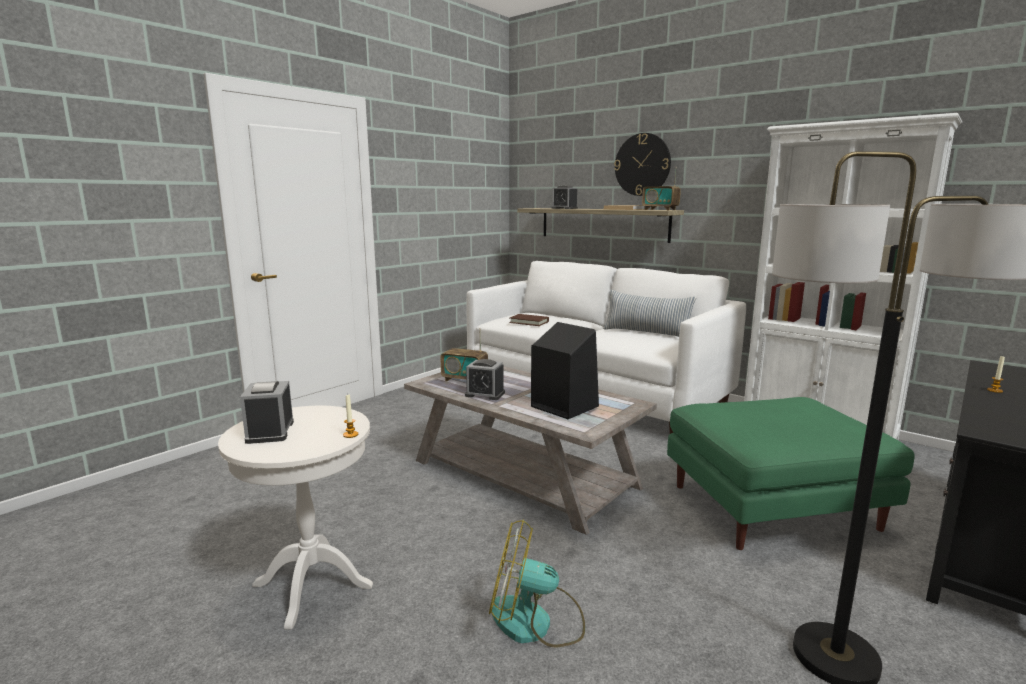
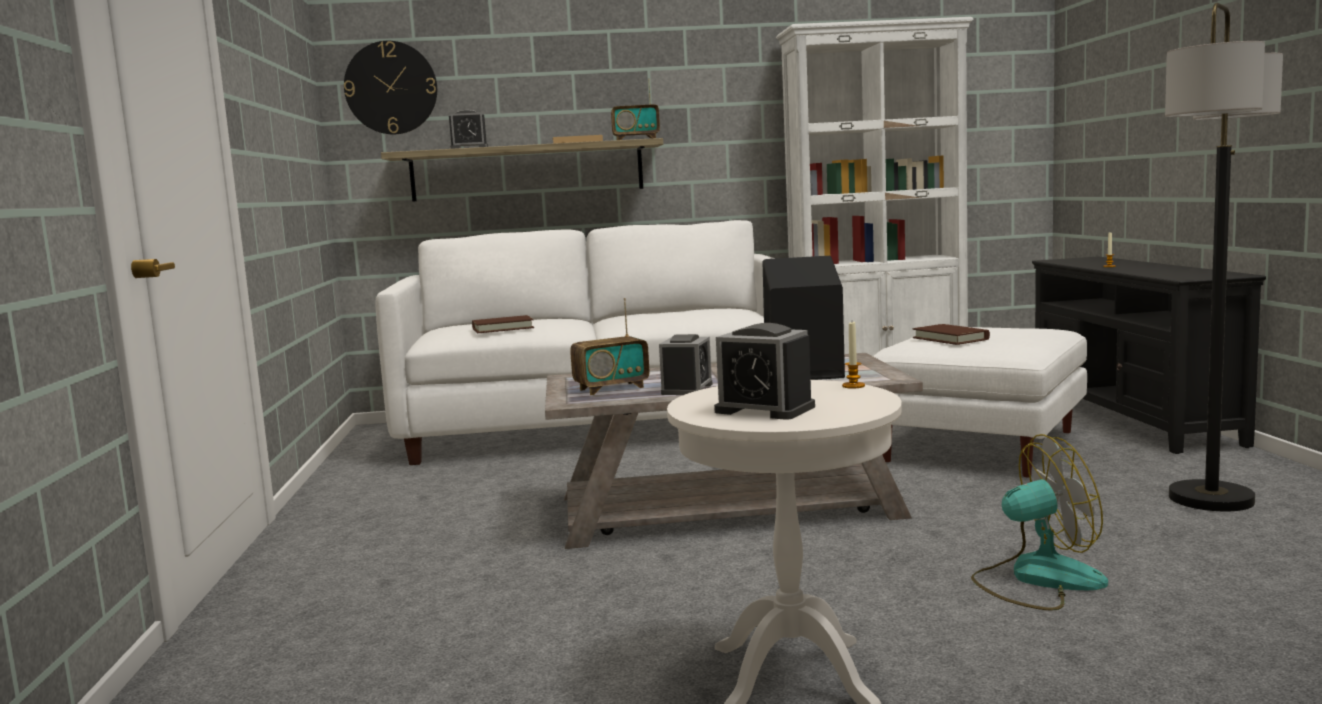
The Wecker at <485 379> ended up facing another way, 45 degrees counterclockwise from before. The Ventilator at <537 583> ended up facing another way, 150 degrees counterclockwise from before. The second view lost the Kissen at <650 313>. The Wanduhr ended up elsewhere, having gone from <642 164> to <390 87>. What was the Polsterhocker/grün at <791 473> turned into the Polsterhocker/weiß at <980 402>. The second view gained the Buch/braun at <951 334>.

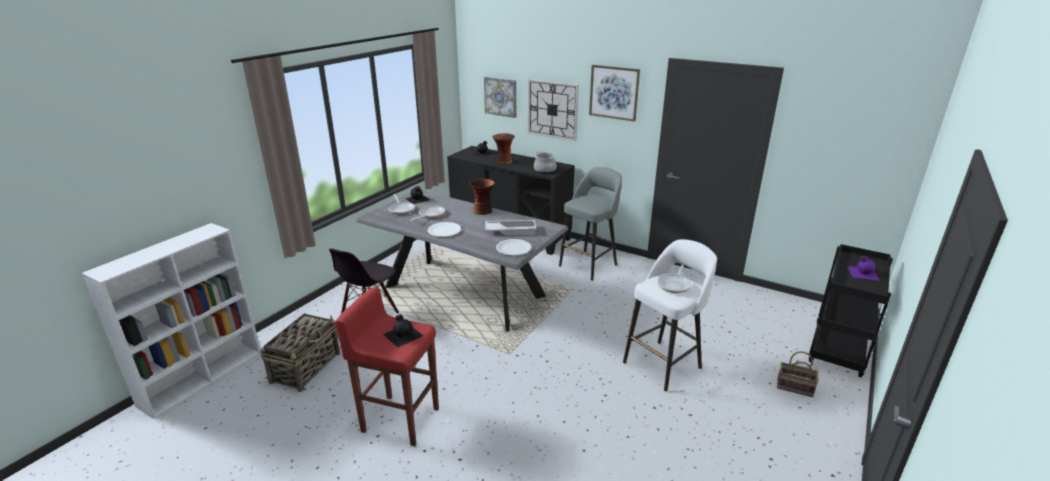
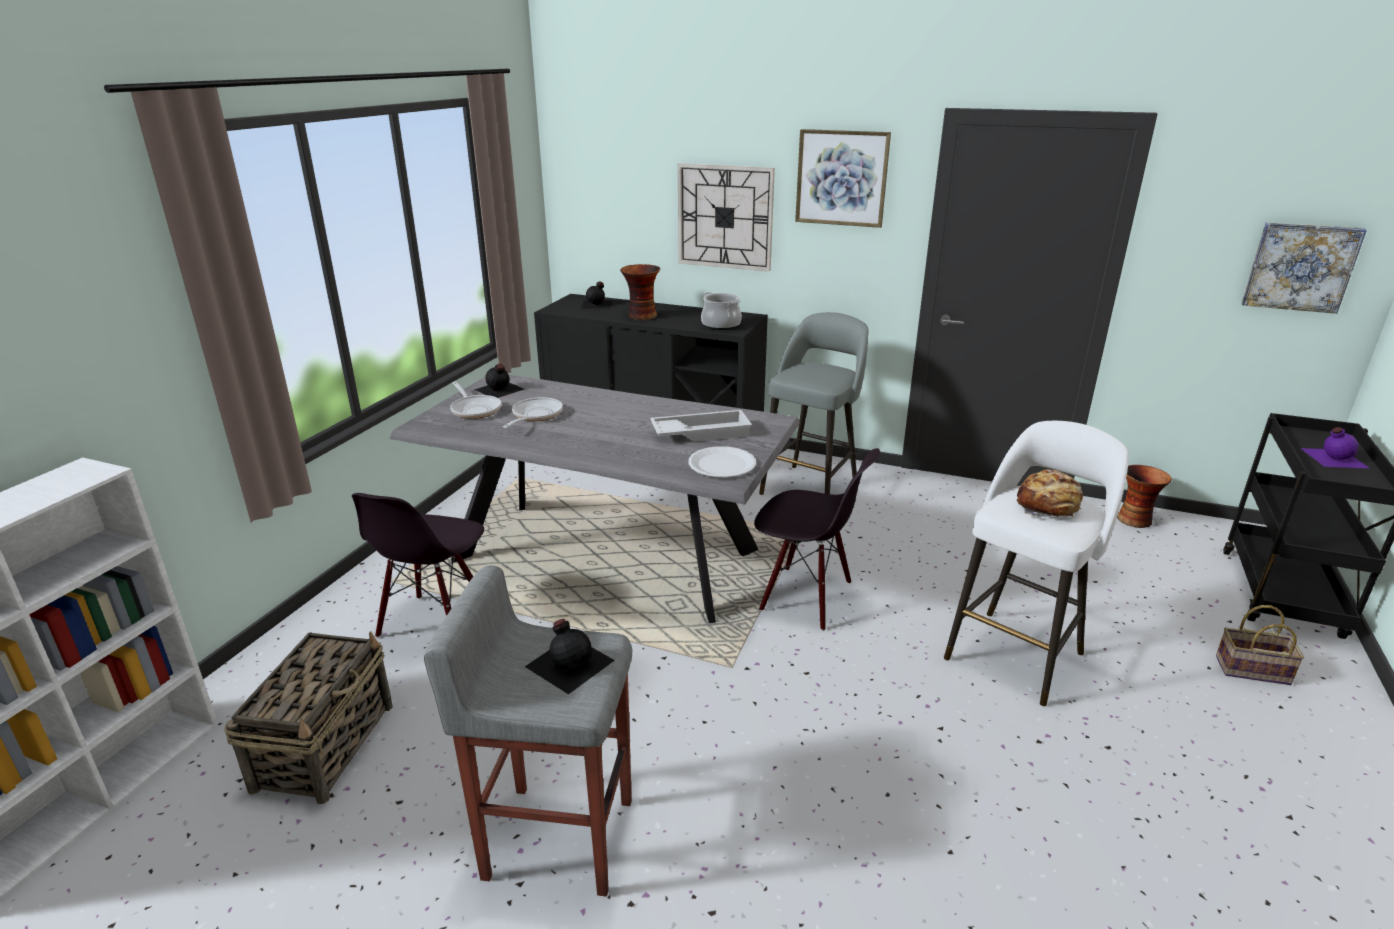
What was the Hocker/rot at <387 366> turned into the Hocker/grau at <528 731>. The second view lost the Teller/weiß at <444 229>. The Vase ended up elsewhere, having gone from <482 196> to <1144 496>. The Bild ended up elsewhere, having gone from <500 97> to <1304 268>. Where the Pfanne stood at <674 278>, the Brot came to stand at <1050 493>. The second view gained the Stuhl/schwarz at <817 539>.

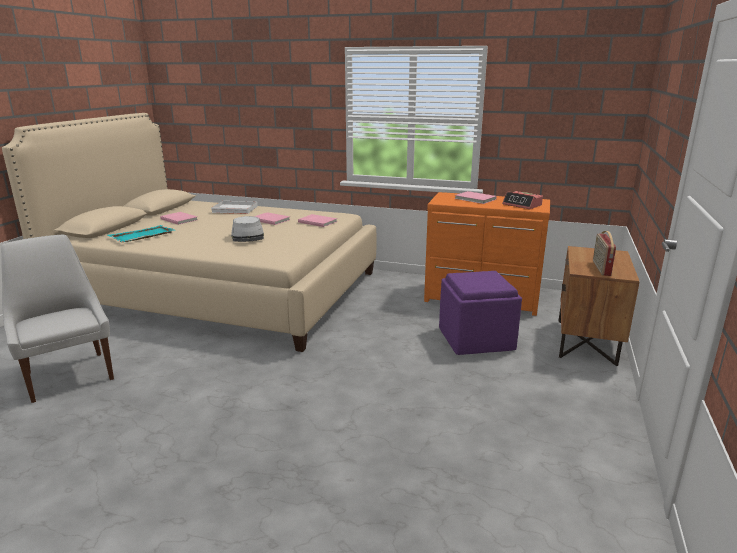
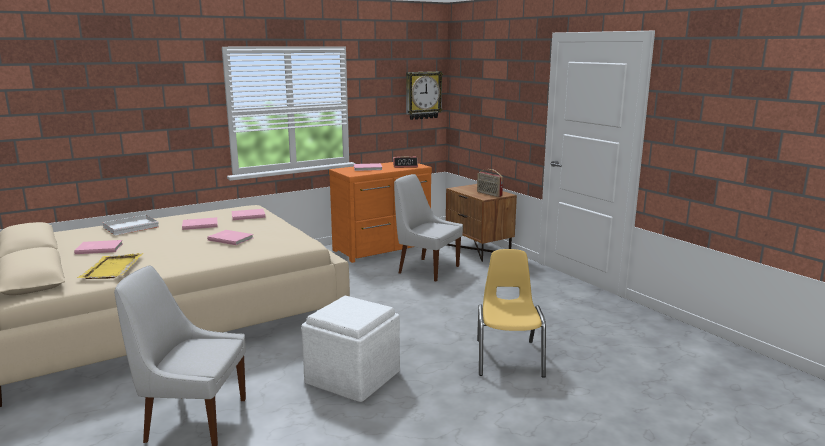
What was the Tablett/türkis at <141 233> turned into the Tablett/gelb at <110 266>. Where the Hut/grau stood at <247 229>, the Buch/rosa came to stand at <230 237>. Where the Polsterhocker/lila stood at <480 313>, the Stuhl/weiß came to stand at <428 228>. The second view gained the Polsterhocker/weiß at <350 349>. The second view gained the Wanduhr at <424 95>. The second view gained the Stuhl/gelb at <511 313>.

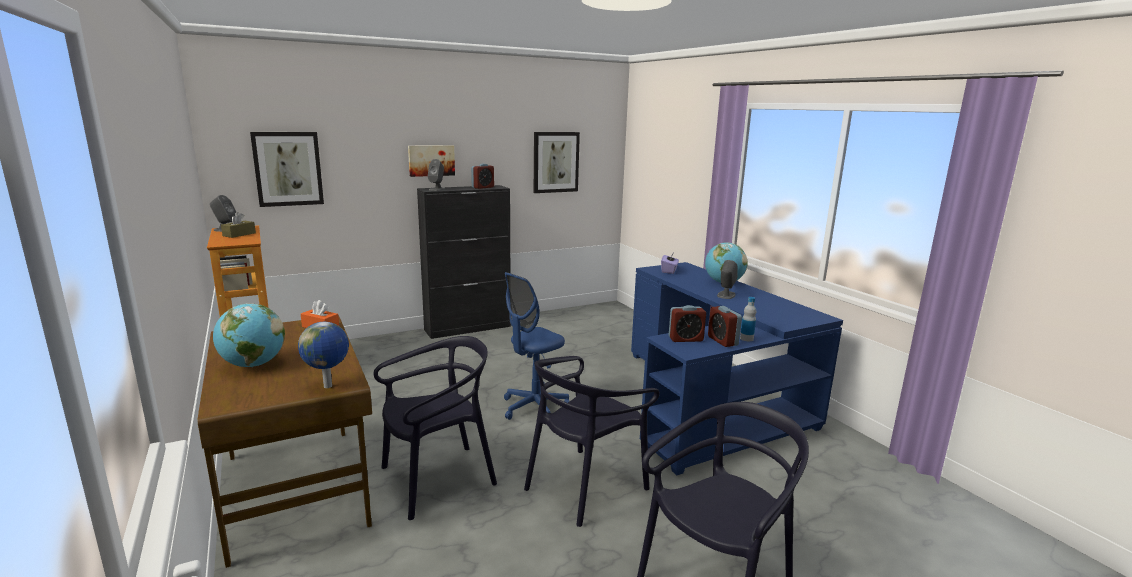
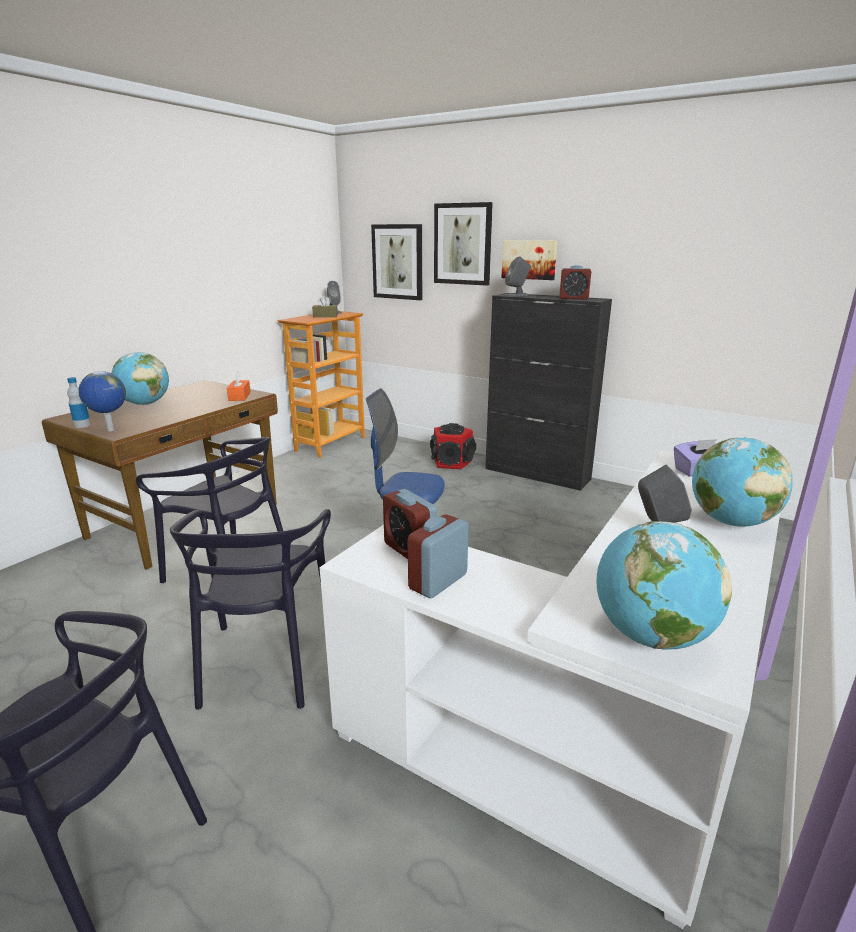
The Stuhl/schwarz at <592 441> ended up facing another way, 105 degrees counterclockwise from before. The Bild ended up elsewhere, having gone from <557 162> to <463 244>. What was the Schreibtisch/blau at <737 368> turned into the Schreibtisch/weiß at <549 690>. The Flasche ended up elsewhere, having gone from <748 319> to <79 402>. The second view gained the Lautsprecher at <453 446>. The second view gained the Globus at <664 585>.

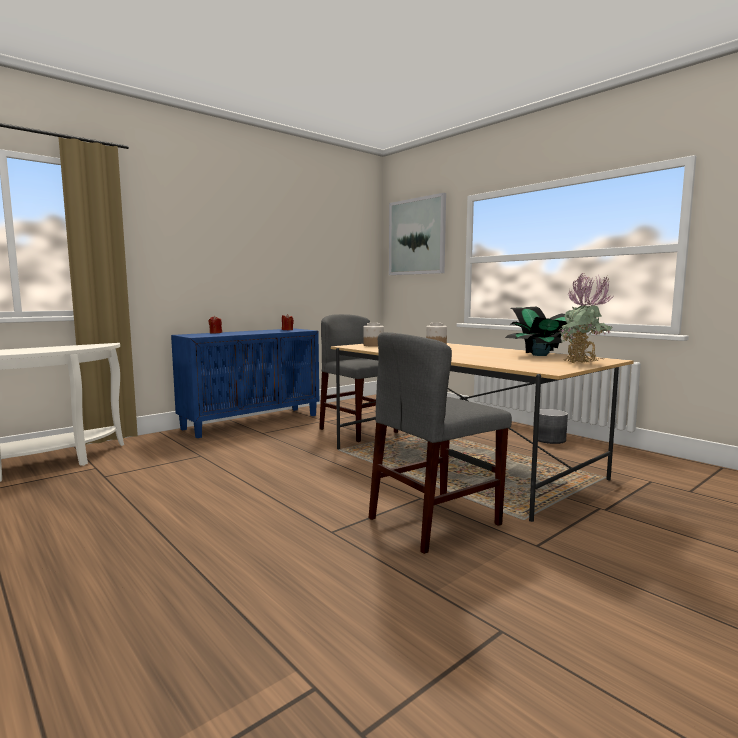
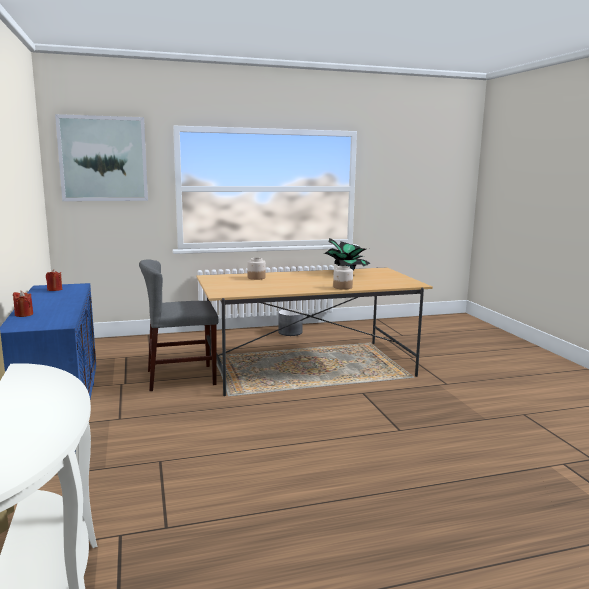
The Vorratsglas ended up elsewhere, having gone from <373 335> to <343 278>. The second view lost the Stuhl/grau at <440 443>. The second view lost the Topfpflanze at <586 318>.

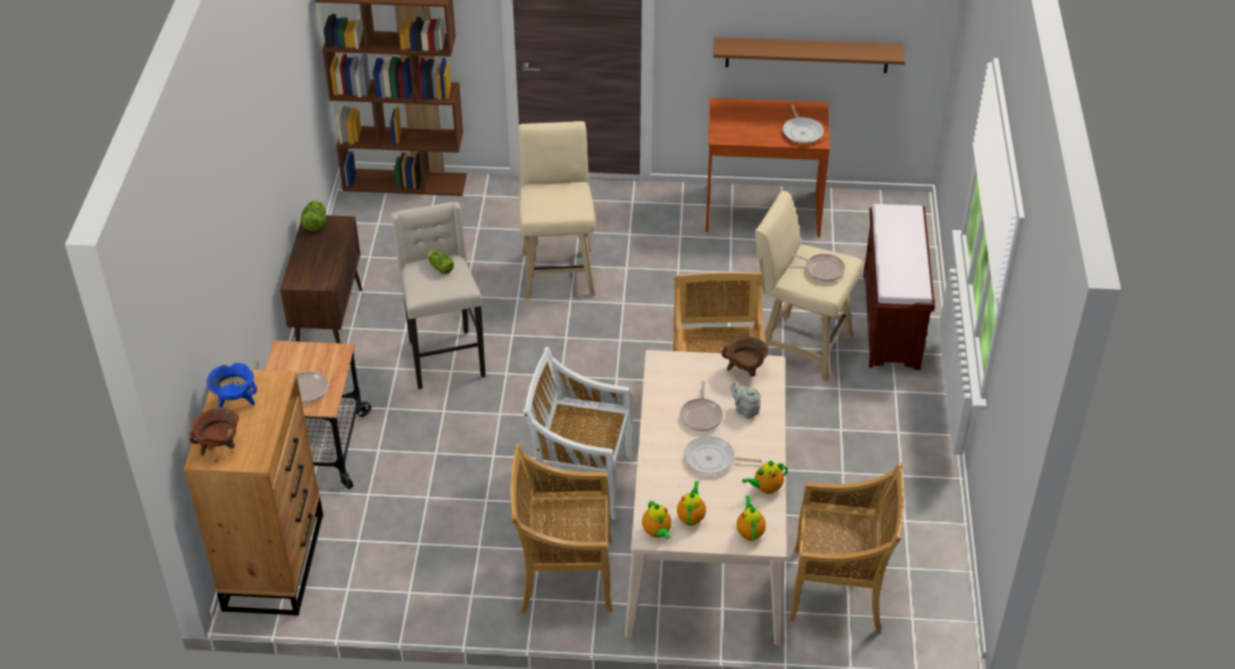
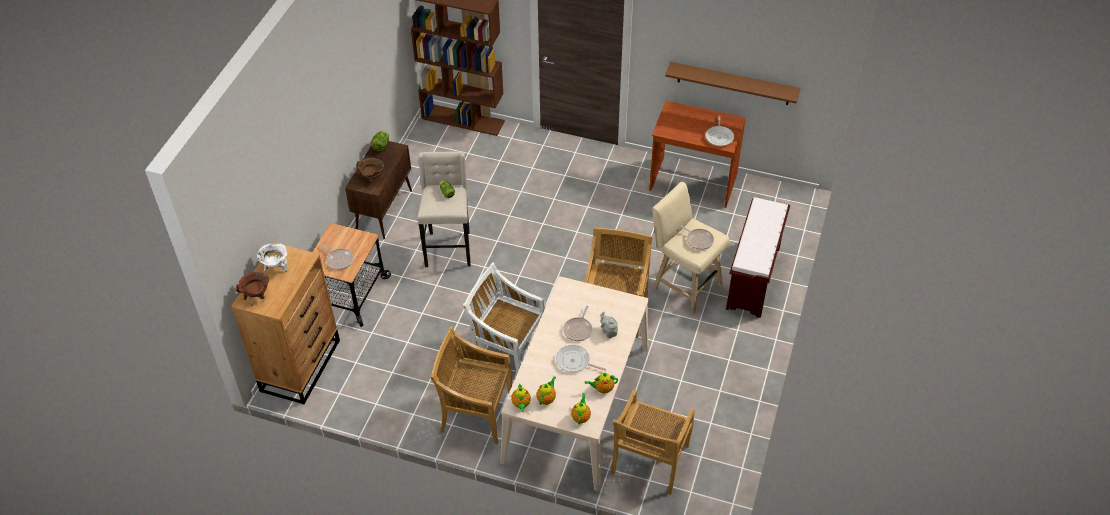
What was the Kochtopf/blau at <231 385> turned into the Kochtopf/weiß at <272 257>. The second view lost the Hocker/beige at <556 210>. The Kochtopf/braun ended up elsewhere, having gone from <745 356> to <370 170>. The Stuhl/beige at <846 546> ended up facing another way, 90 degrees clockwise from before.

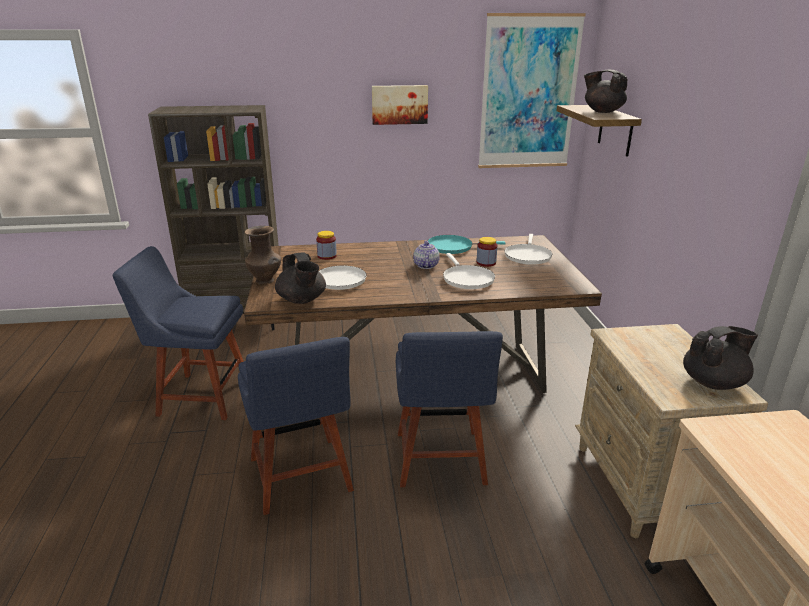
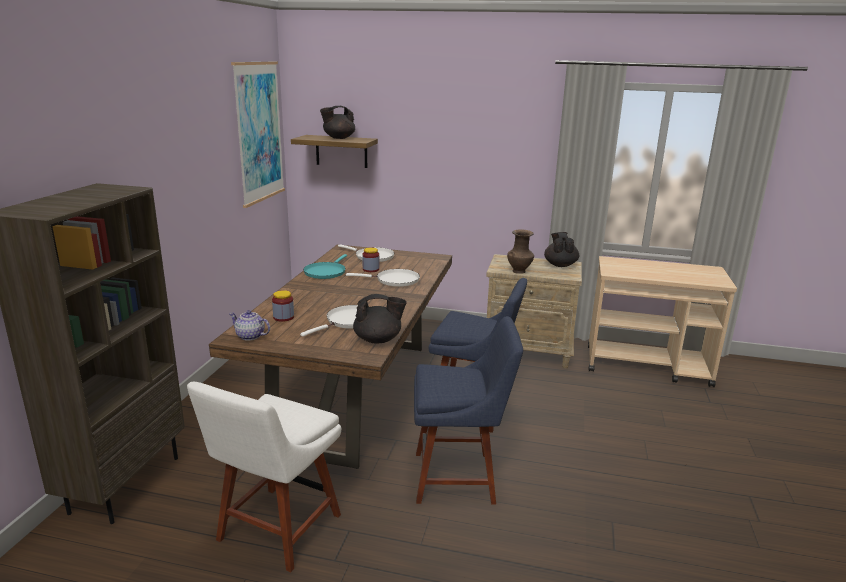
What was the Stuhl/blau at <178 333> turned into the Stuhl/weiß at <264 477>. The Vase/braun ended up elsewhere, having gone from <263 255> to <520 251>. The second view lost the Bild at <400 105>. The Teekanne ended up elsewhere, having gone from <426 254> to <249 325>.

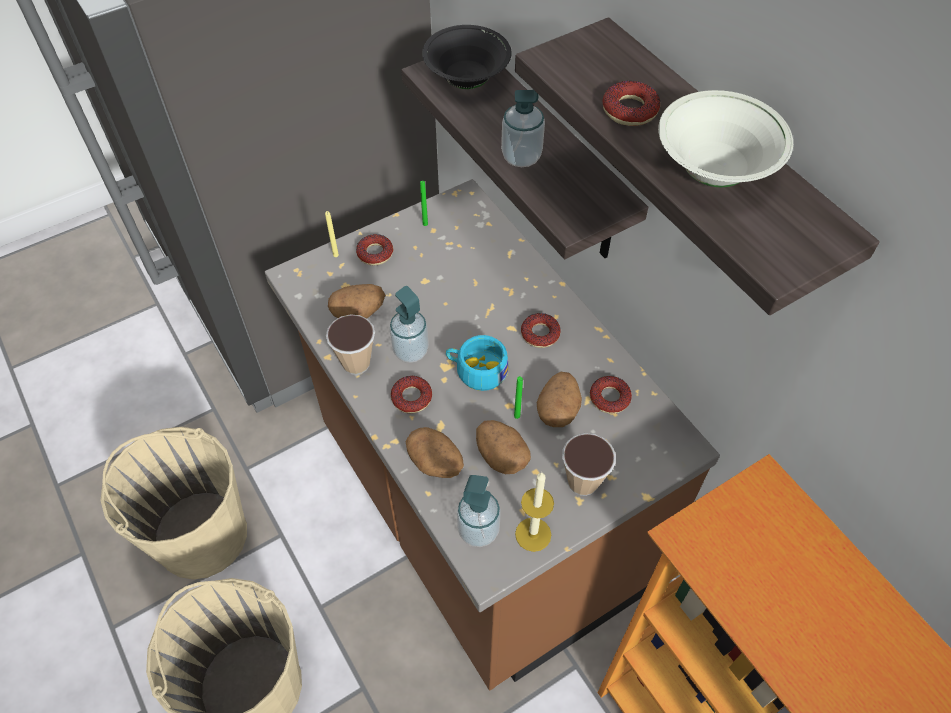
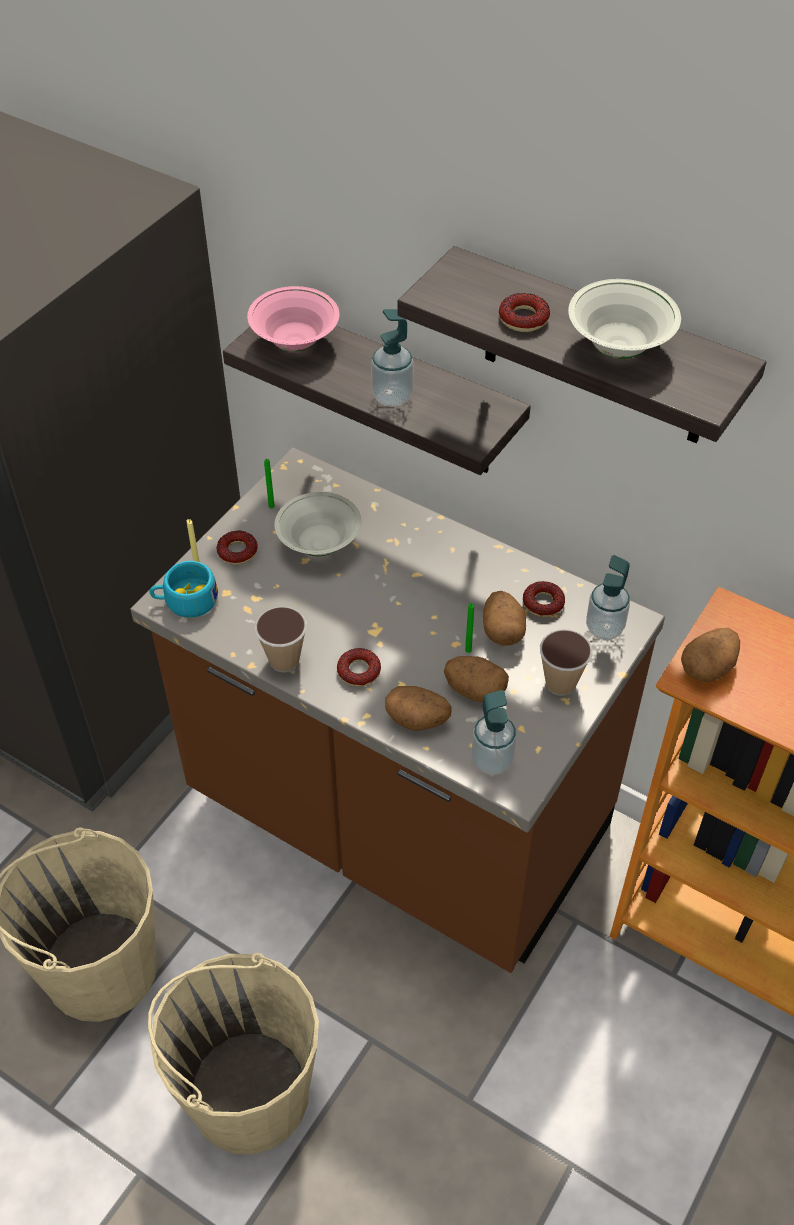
The Kartoffel ended up elsewhere, having gone from <356 301> to <710 655>. The Seifenspender ended up elsewhere, having gone from <409 324> to <608 597>. What was the Schüssel/schwarz at <467 57> turned into the Schüssel/rosa at <293 319>. The Tasse/türkis ended up elsewhere, having gone from <477 363> to <183 589>. The second view lost the Kerze at <534 512>. The second view lost the Donut at <541 330>. The second view gained the Schüssel/weiß at <317 524>.

